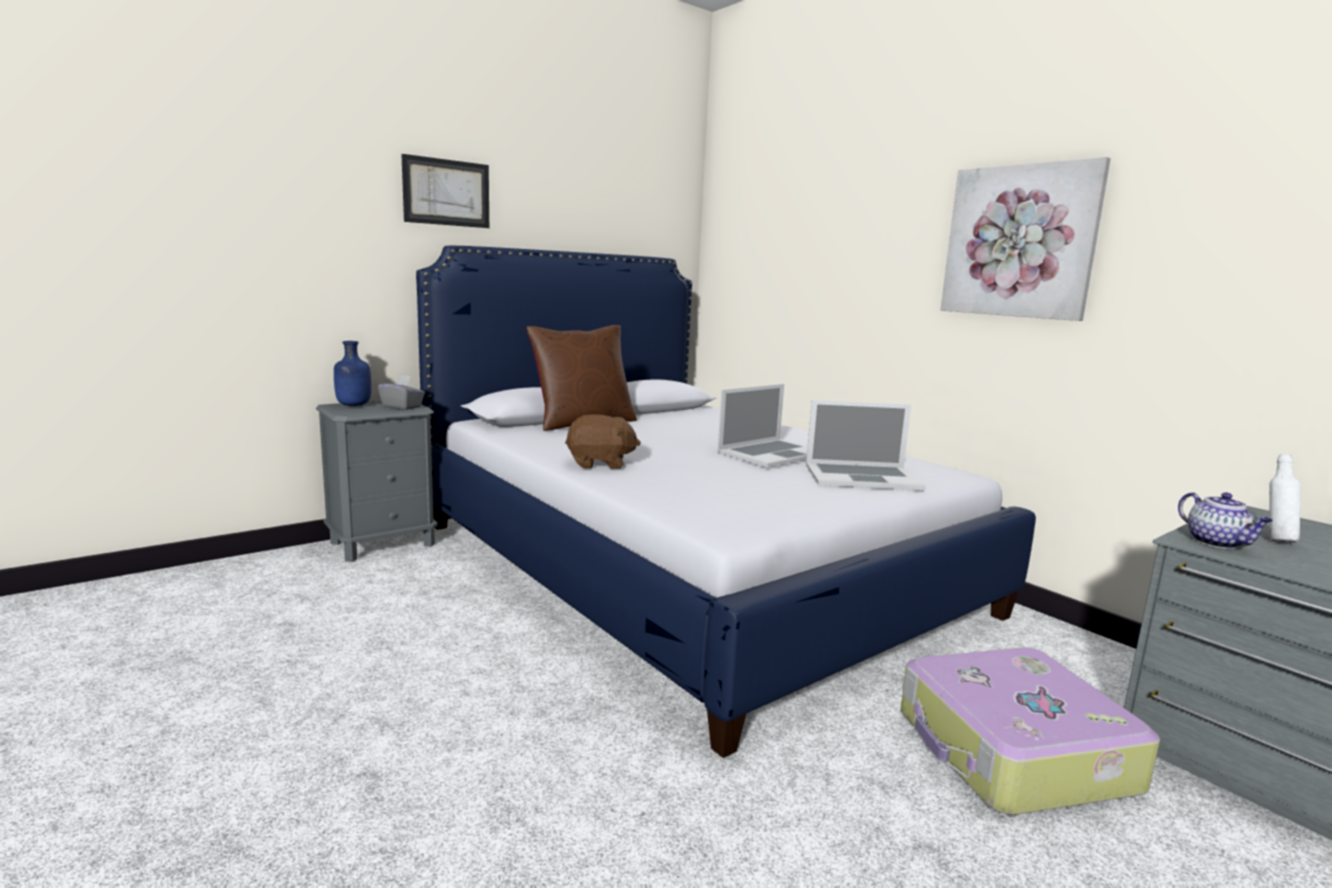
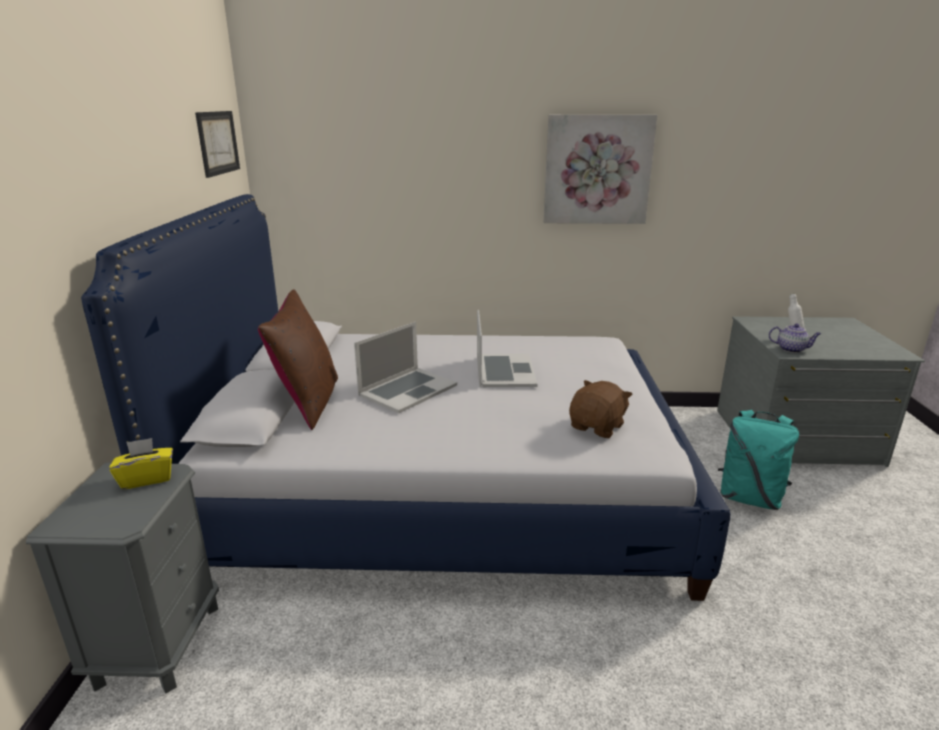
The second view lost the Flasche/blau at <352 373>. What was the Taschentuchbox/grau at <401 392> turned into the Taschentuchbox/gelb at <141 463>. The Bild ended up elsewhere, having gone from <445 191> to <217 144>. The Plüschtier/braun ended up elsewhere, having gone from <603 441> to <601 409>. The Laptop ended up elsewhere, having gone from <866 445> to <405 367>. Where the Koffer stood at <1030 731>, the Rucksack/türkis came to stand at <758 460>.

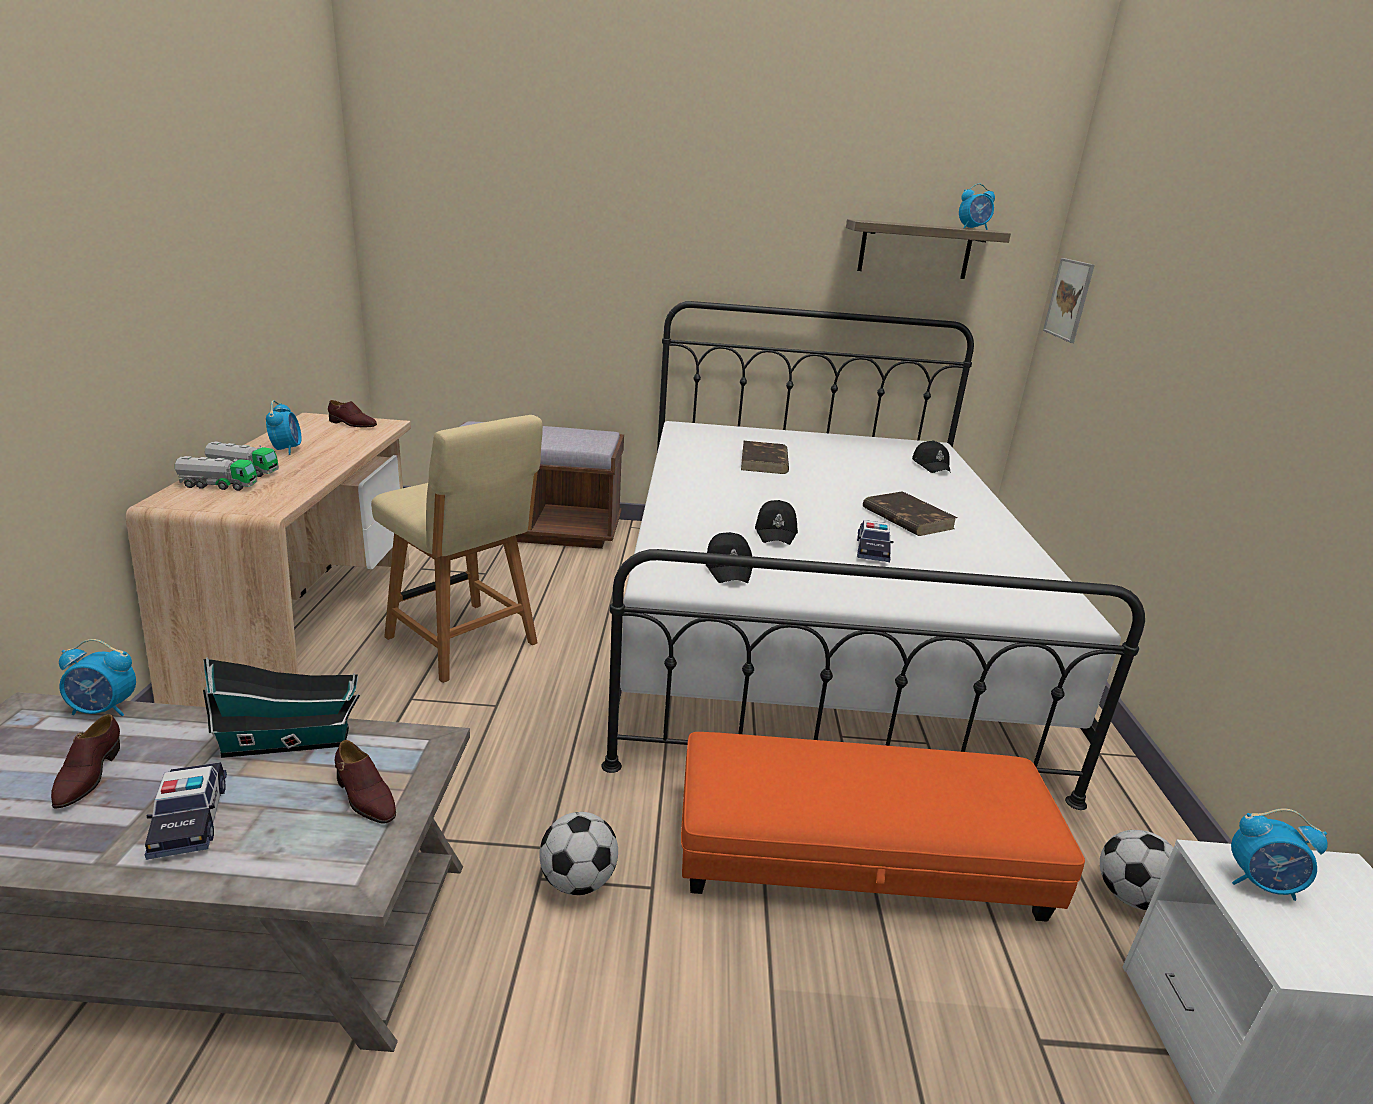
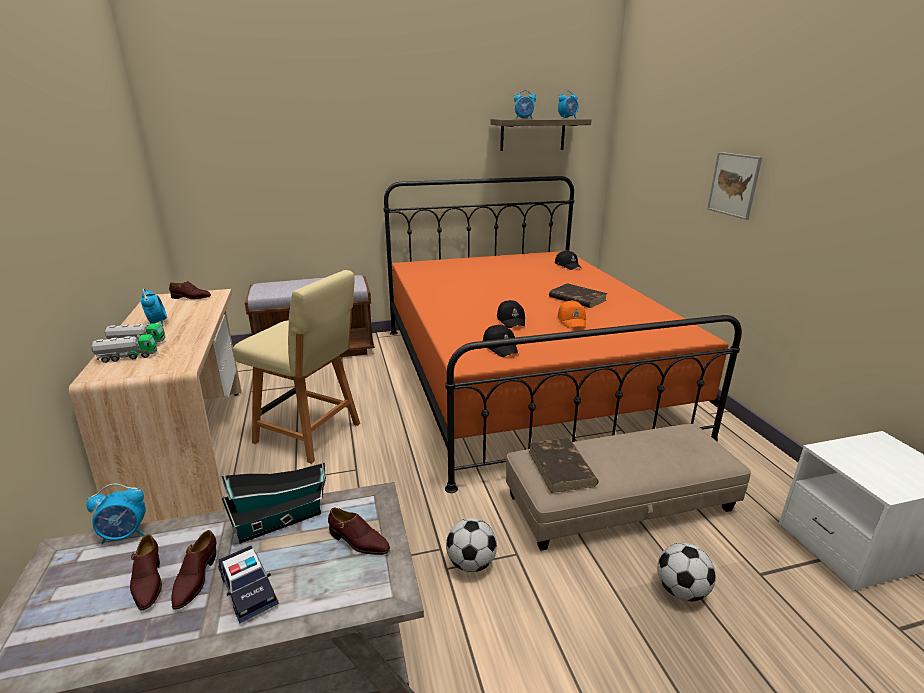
What was the Bett/weiß at <873 555> turned into the Bett/orange at <563 334>. What was the Polsterhocker/orange at <883 827> turned into the Polsterhocker/beige at <628 487>. The Buch/braun ended up elsewhere, having gone from <765 457> to <563 465>. Where the Spielzeugauto stood at <875 541>, the Kappe/orange came to stand at <571 314>. The Bild ended up elsewhere, having gone from <1069 300> to <734 186>. The Fußball ended up elsewhere, having gone from <1137 870> to <686 572>. The Wecker ended up elsewhere, having gone from <1279 854> to <525 104>. The second view gained the Schuh/braun at <193 570>.

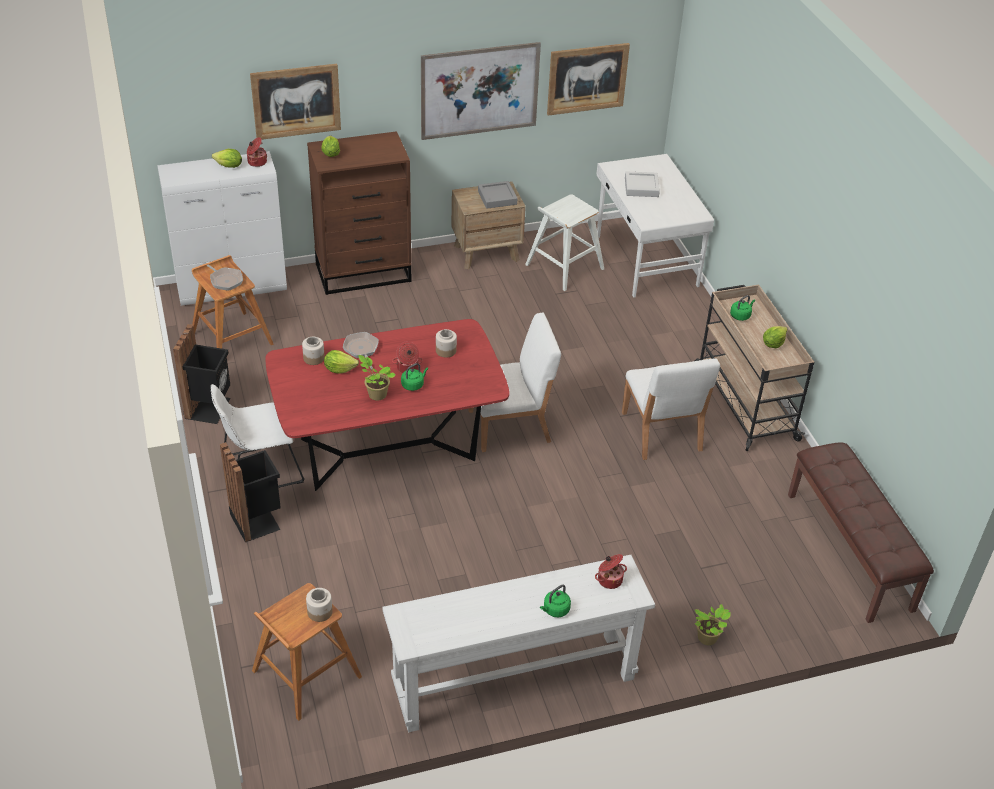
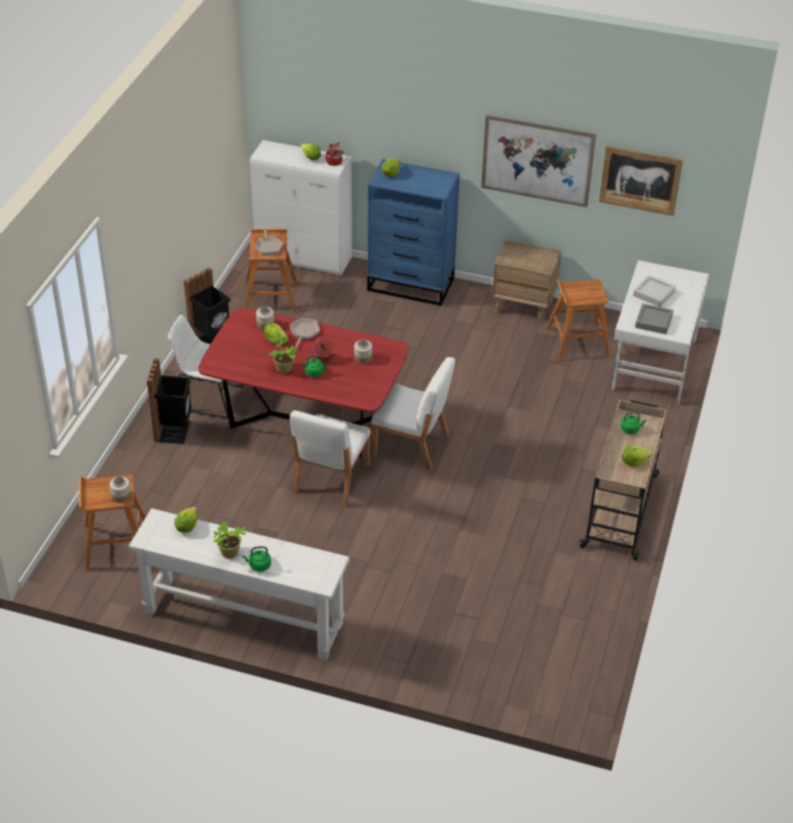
The second view lost the Bild at <295 102>. What was the Kommode/braun at <359 213> turned into the Kommode/blau at <413 232>. The Tablett/grau ended up elsewhere, having gone from <498 195> to <654 318>. What was the Hocker/weiß at <564 243> turned into the Hocker/braun at <578 320>. The second view lost the Kochtopf at <611 571>. The Stuhl/weiß ended up elsewhere, having gone from <671 409> to <330 458>. The Topfpflanze ended up elsewhere, having gone from <712 624> to <230 540>. The second view lost the Bank/braun at <861 533>. The second view gained the Salatkopf at <185 520>.

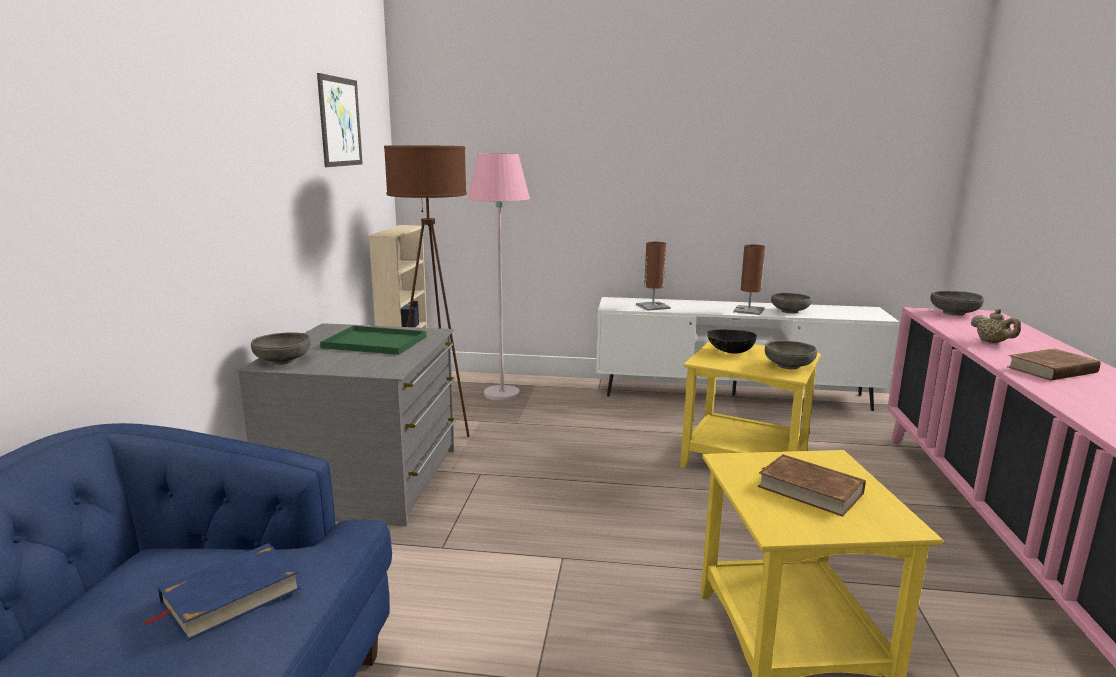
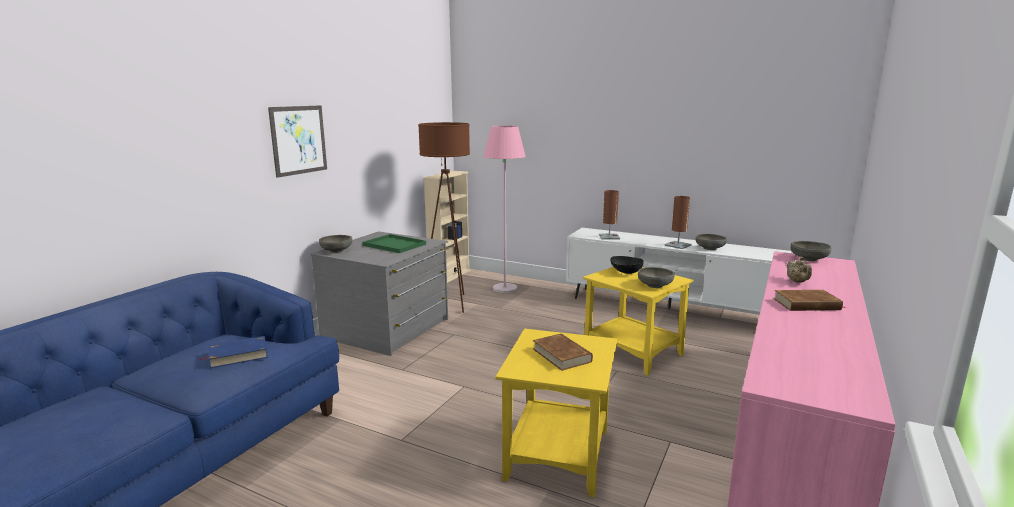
The Bild ended up elsewhere, having gone from <340 120> to <297 141>.

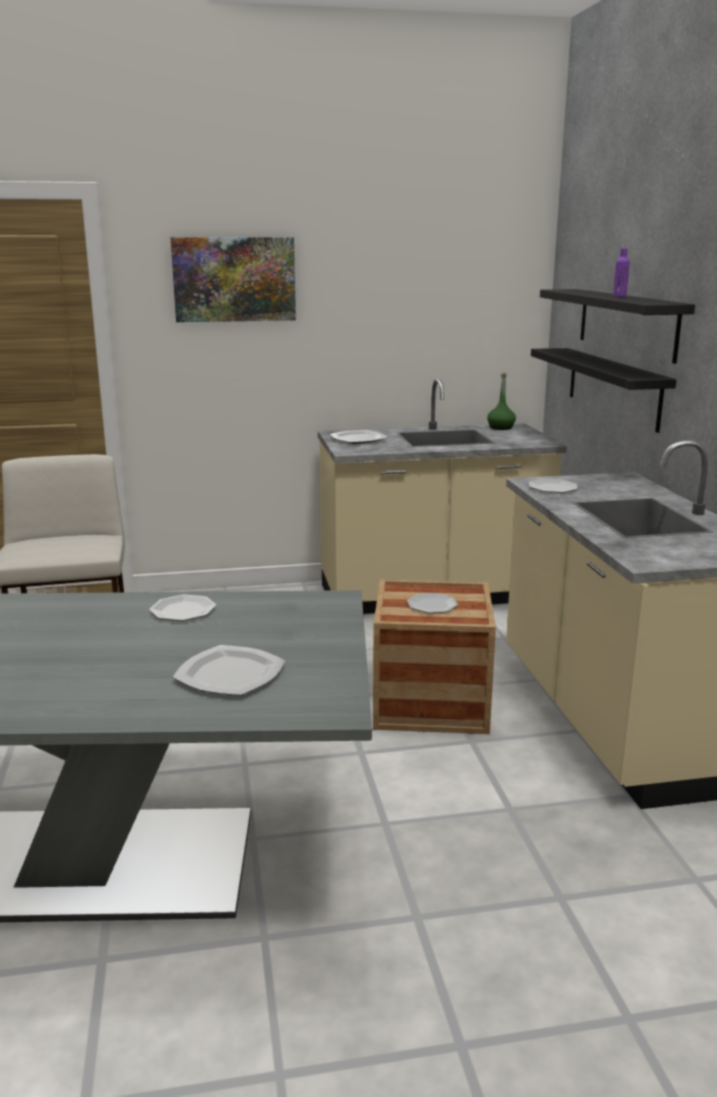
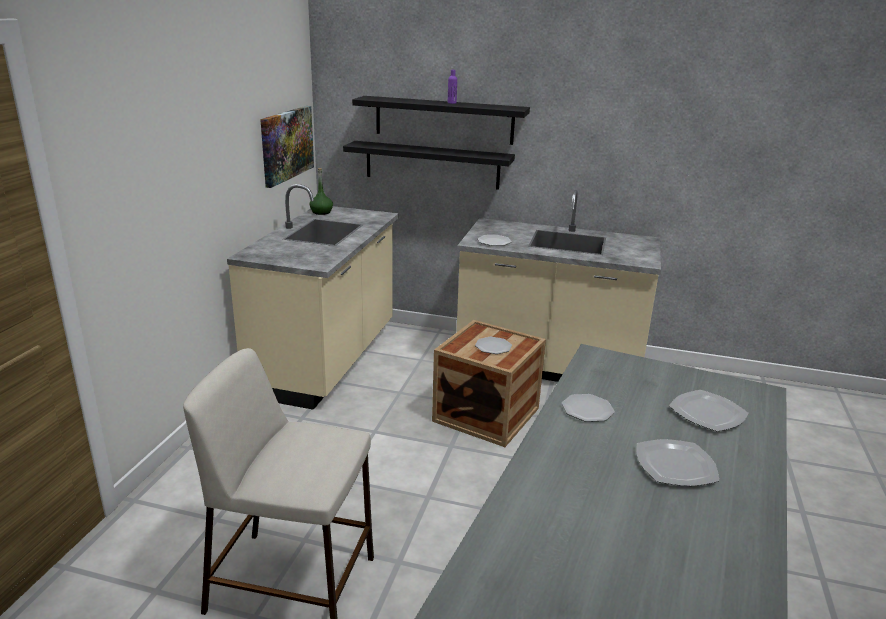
The Bild ended up elsewhere, having gone from <233 279> to <287 147>. The Teller ended up elsewhere, having gone from <358 437> to <678 462>.

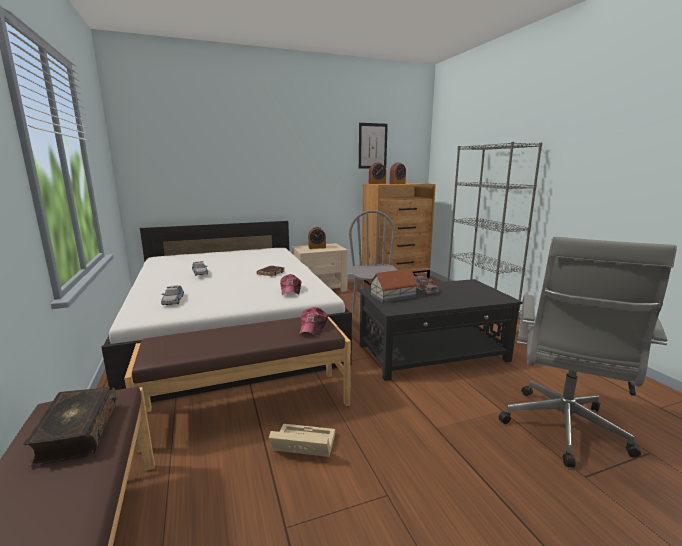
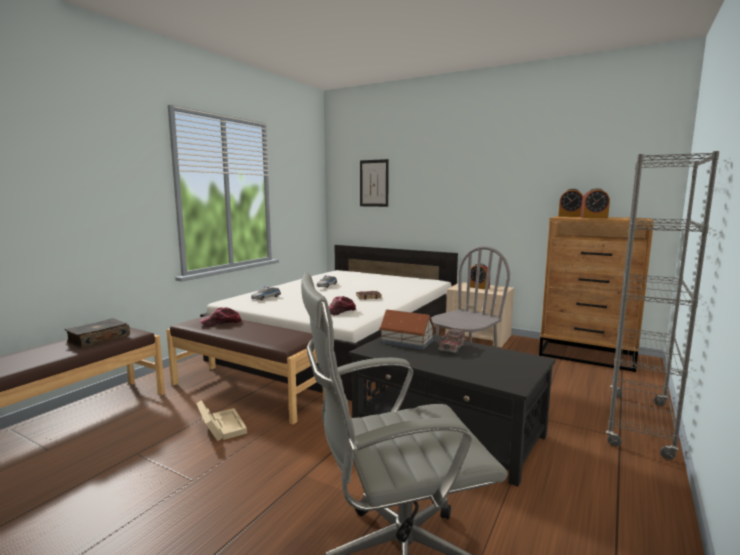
The Kappe ended up elsewhere, having gone from <313 321> to <221 317>. The Bild ended up elsewhere, having gone from <373 146> to <374 183>.

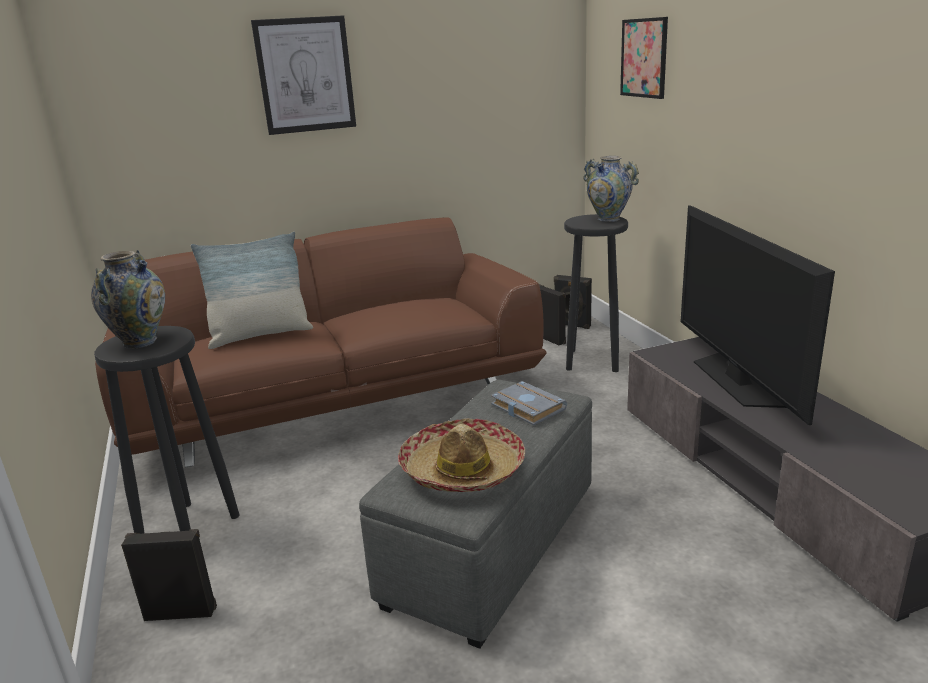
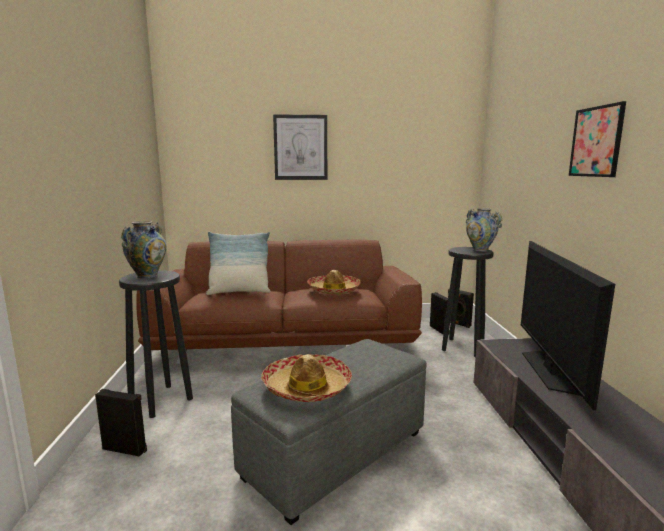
The second view lost the Buch/grau at <529 403>. The Bild ended up elsewhere, having gone from <644 58> to <597 139>. The second view gained the Hut at <334 282>.

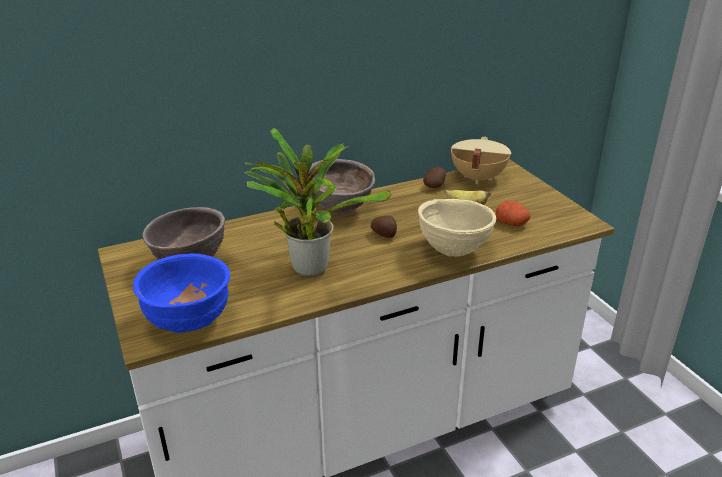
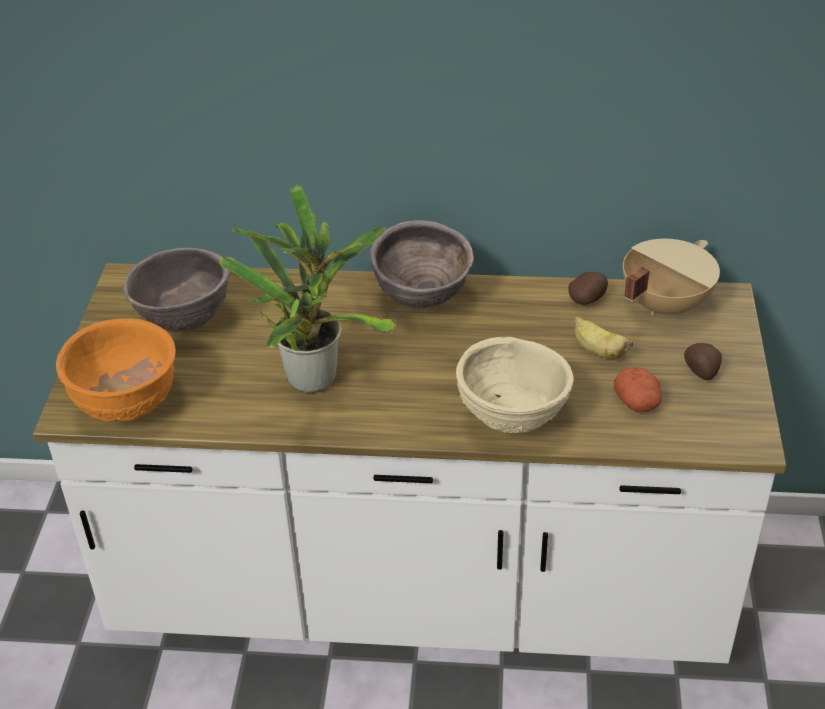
What was the Schüssel/blau at <181 293> turned into the Schüssel/orange at <116 369>. The Kartoffel ended up elsewhere, having gone from <384 226> to <703 361>.

